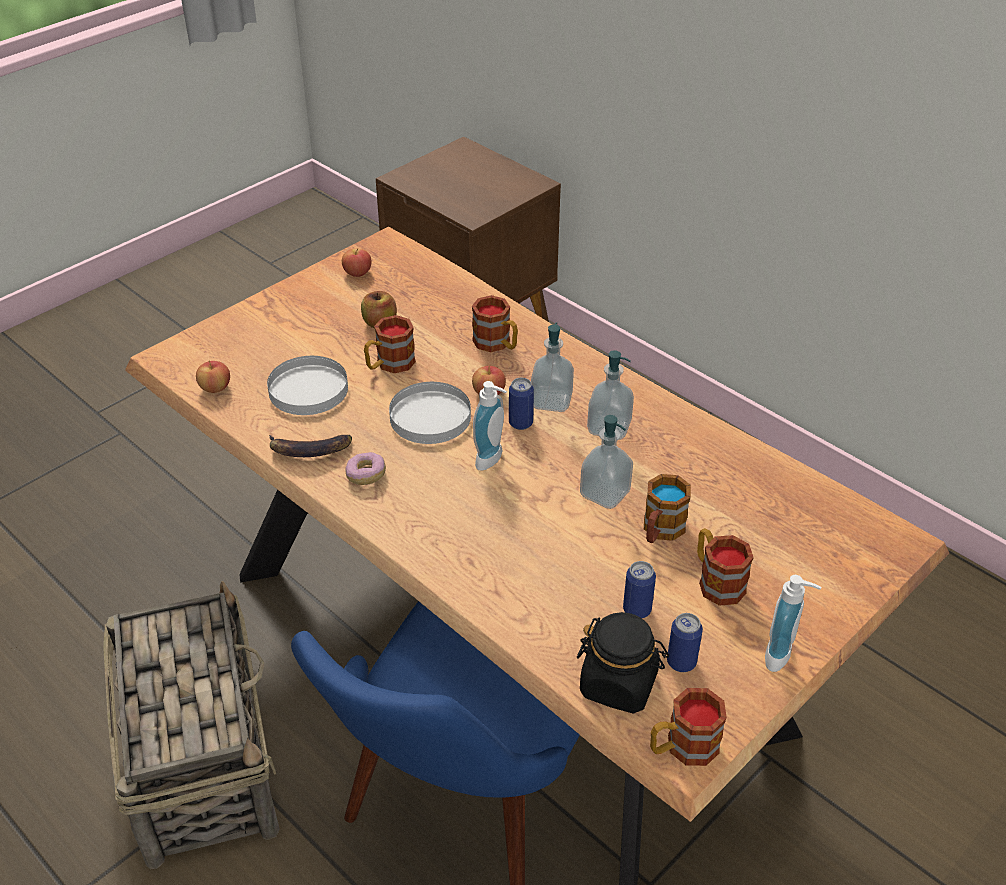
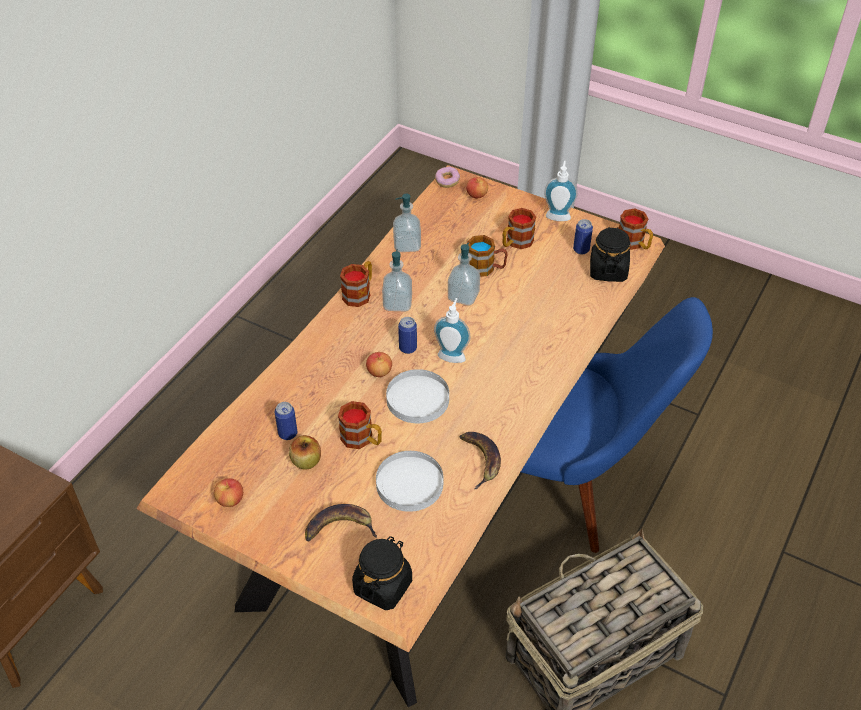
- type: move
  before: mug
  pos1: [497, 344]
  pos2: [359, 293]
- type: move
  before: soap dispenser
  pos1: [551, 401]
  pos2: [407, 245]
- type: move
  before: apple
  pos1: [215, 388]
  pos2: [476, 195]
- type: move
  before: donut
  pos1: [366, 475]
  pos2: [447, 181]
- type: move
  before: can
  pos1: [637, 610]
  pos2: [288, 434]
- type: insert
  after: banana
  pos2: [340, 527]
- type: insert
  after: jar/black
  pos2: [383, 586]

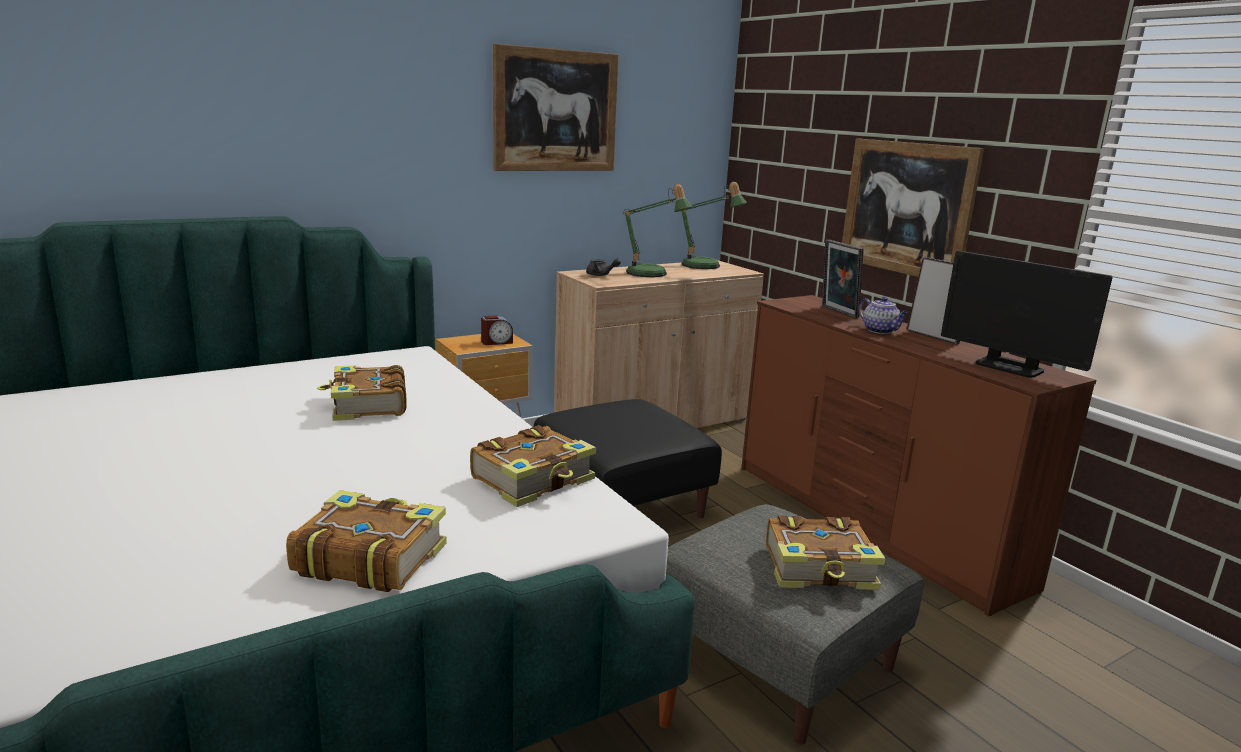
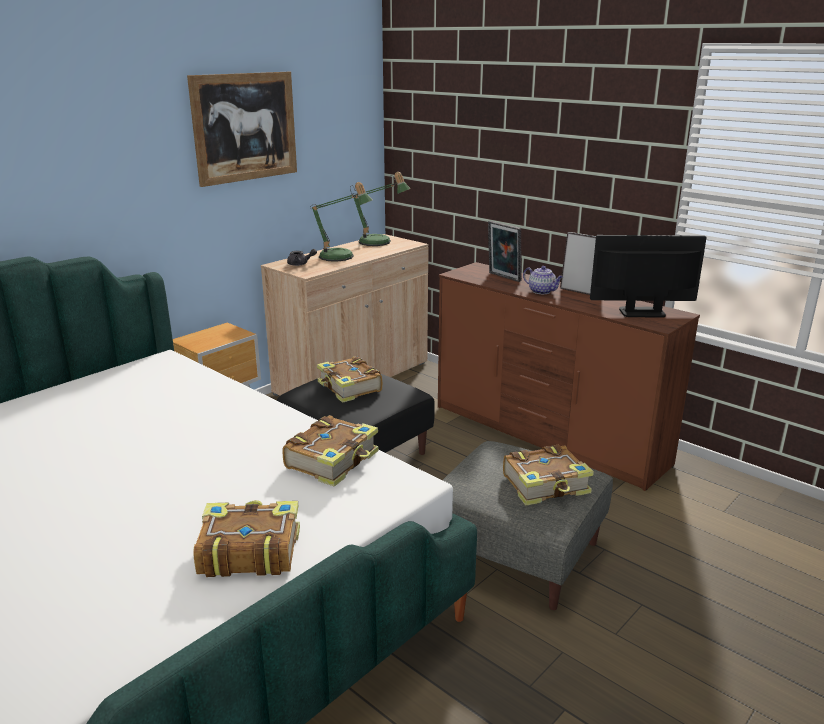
- type: delete
  before: picture
  pos1: [906, 208]
- type: rotate
  before: monitor
  pos1: [1009, 367]
  pos2: [642, 312]
  turn: 150
- type: delete
  before: alarm clock
  pos1: [496, 342]
- type: move
  before: book
  pos1: [367, 406]
  pos2: [349, 388]

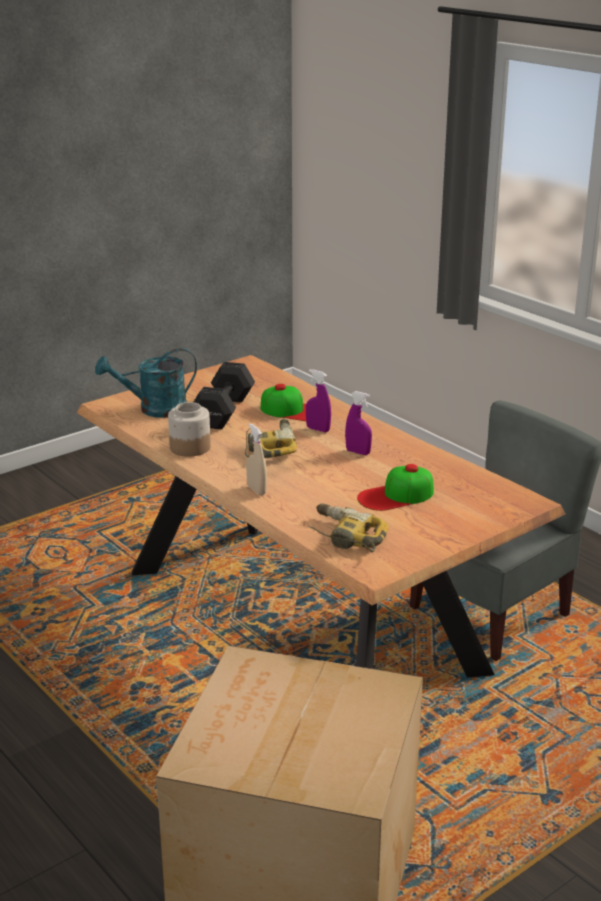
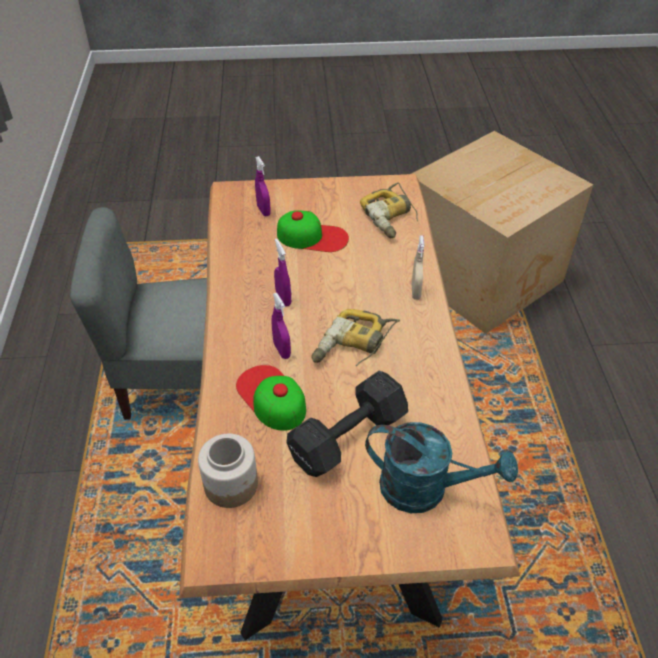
- type: move
  before: jar
  pos1: [189, 448]
  pos2: [232, 484]
- type: insert
  after: spray bottle/purple
  pos2: [263, 211]

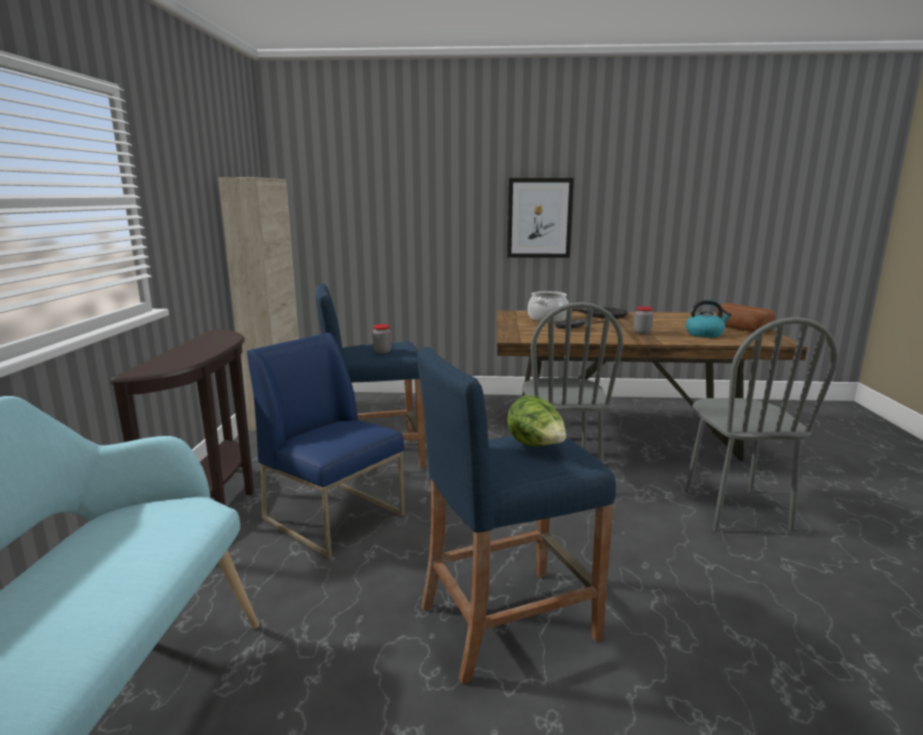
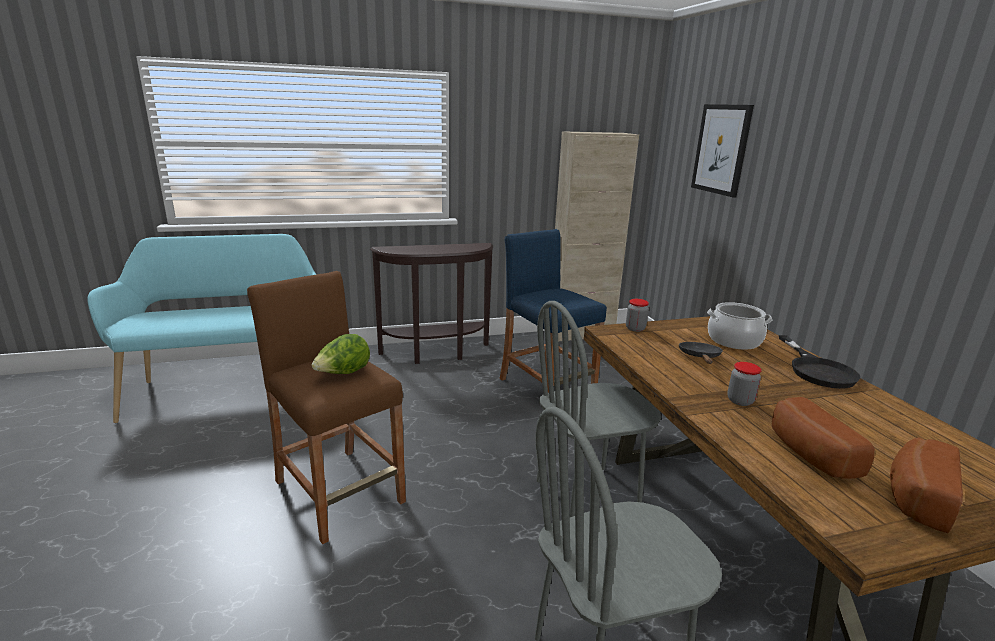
- type: move
  before: picture
  pos1: [539, 218]
  pos2: [721, 149]
- type: replace
  before: kettle
  after: bread
  pos1: [705, 334]
  pos2: [807, 454]
- type: move
  before: jar
  pos1: [382, 351]
  pos2: [635, 328]
- type: delete
  before: chair/blue
  pos1: [335, 517]
- type: recolor
  before: stool/blue
  after: stool/brown
  pos1: [507, 621]
  pos2: [339, 491]

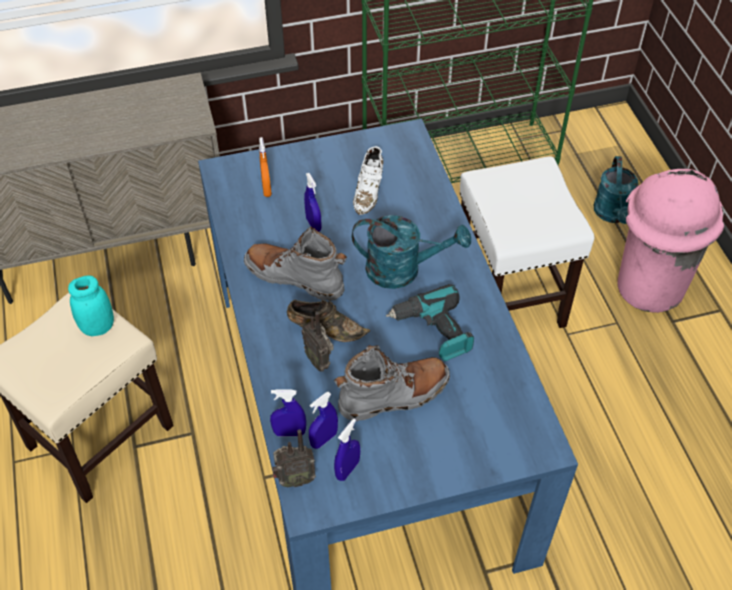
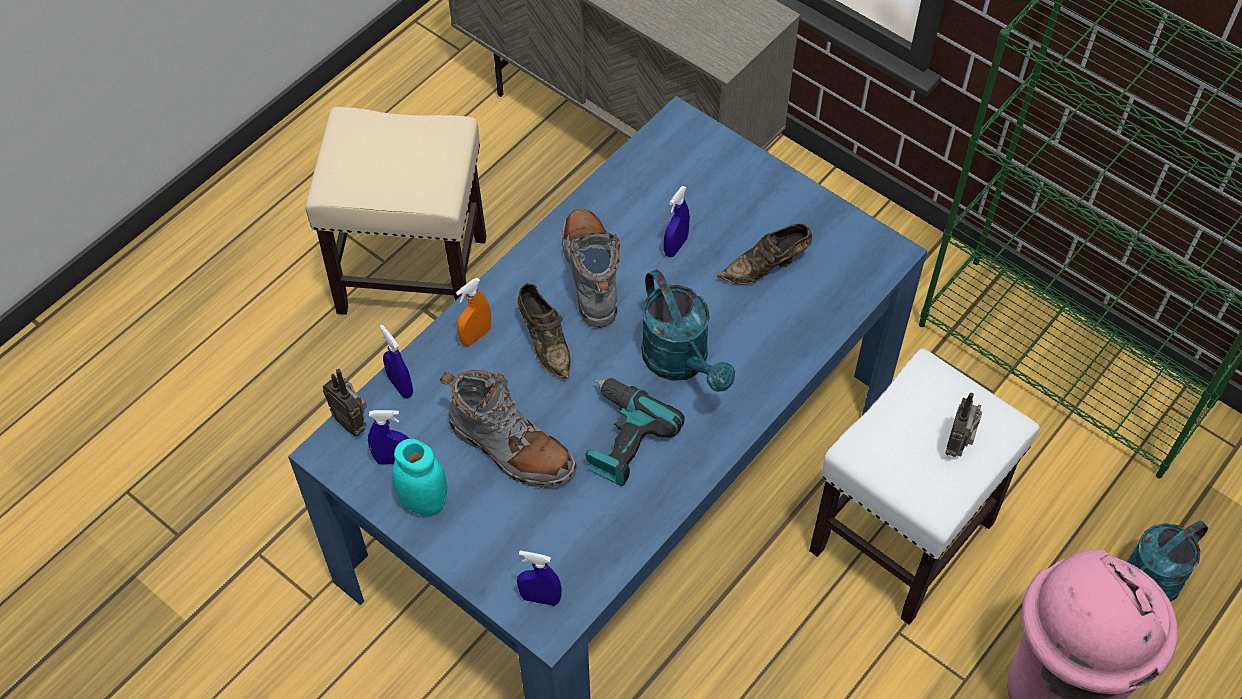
- type: move
  before: spray bottle/orange
  pos1: [266, 189]
  pos2: [475, 336]
- type: recolor
  before: shoe/white
  after: shoe/brown
  pos1: [369, 191]
  pos2: [767, 267]
- type: move
  before: jar/turquoise
  pos1: [98, 327]
  pos2: [424, 501]
- type: move
  before: radio
  pos1: [319, 360]
  pos2: [958, 445]
- type: move
  before: spray bottle/blue
  pos1: [324, 439]
  pos2: [540, 598]

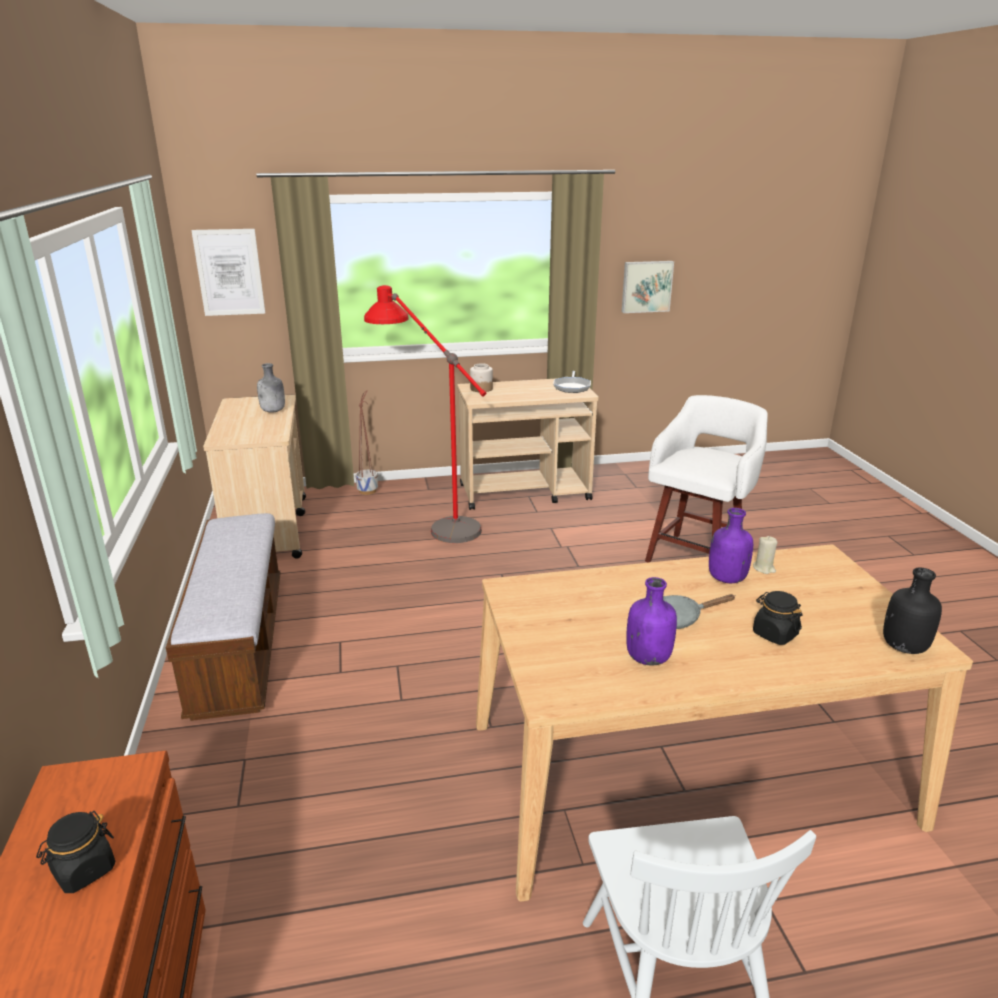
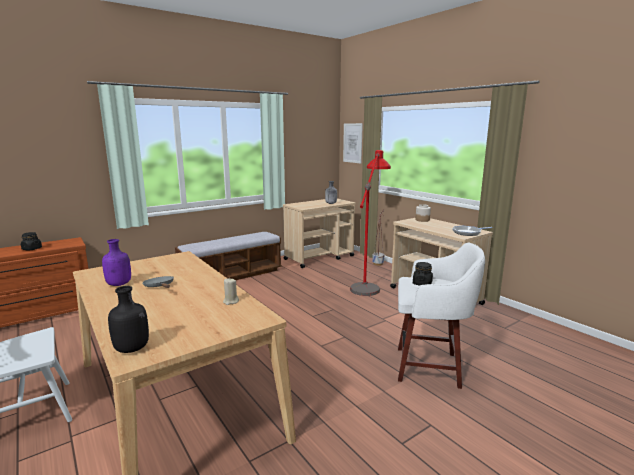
- type: delete
  before: picture
  pos1: [646, 286]
- type: delete
  before: bottle/purple
  pos1: [726, 578]
- type: move
  before: jar/black
  pos1: [774, 634]
  pos2: [422, 283]

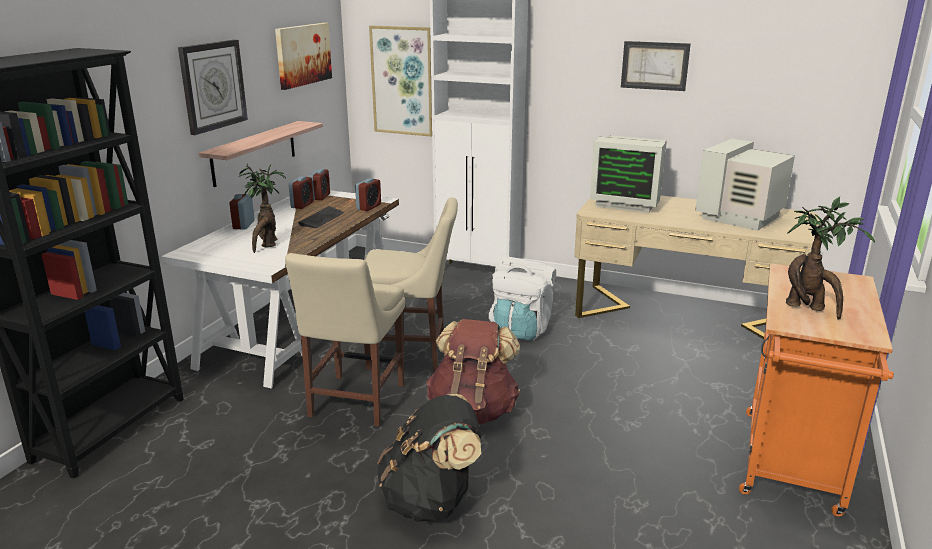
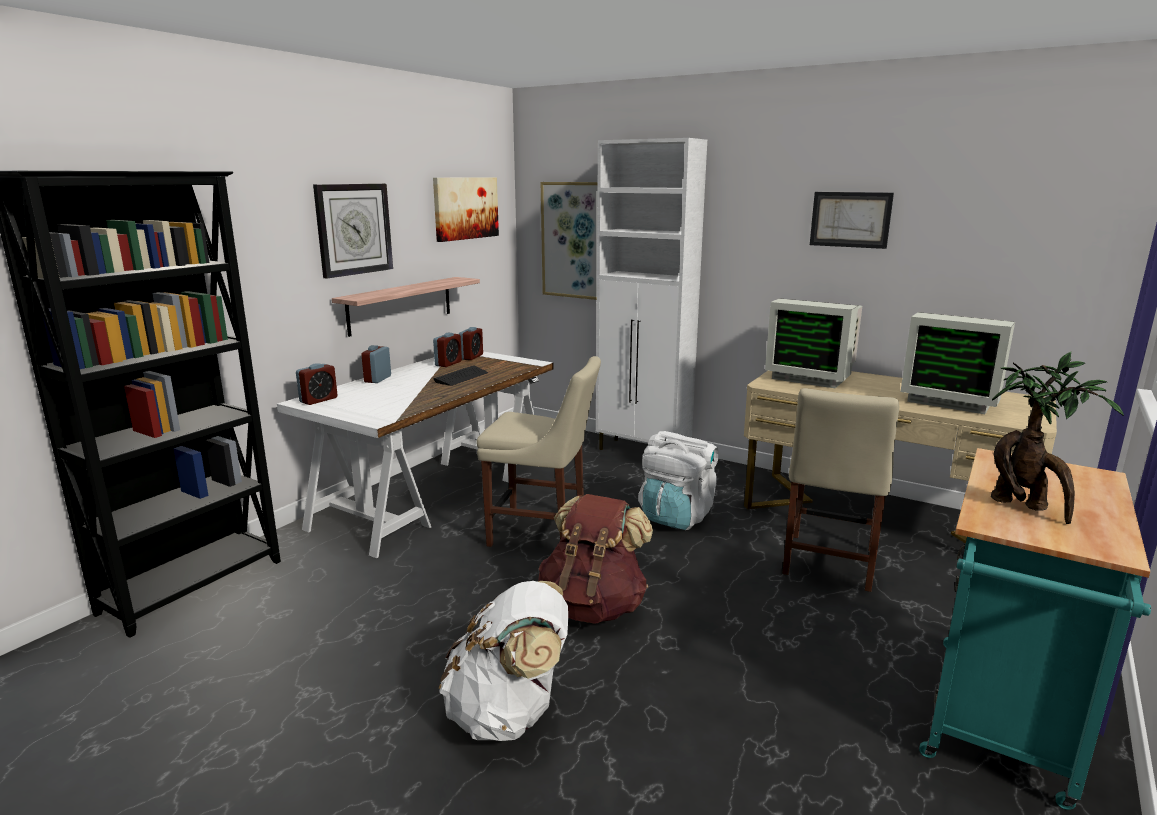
- type: rotate
  before: monitor
  pos1: [741, 217]
  pos2: [951, 399]
  turn: -105
- type: delete
  before: potted plant
  pos1: [267, 245]
- type: move
  before: alarm clock
  pos1: [369, 207]
  pos2: [318, 400]
- type: move
  before: chair/beige
  pos1: [354, 403]
  pos2: [828, 564]
- type: recolor
  before: cart/orange
  after: cart/turquoise
  pos1: [791, 467]
  pos2: [1000, 727]
- type: recolor
  before: backpack/black
  after: backpack/white
  pos1: [431, 500]
  pos2: [509, 713]

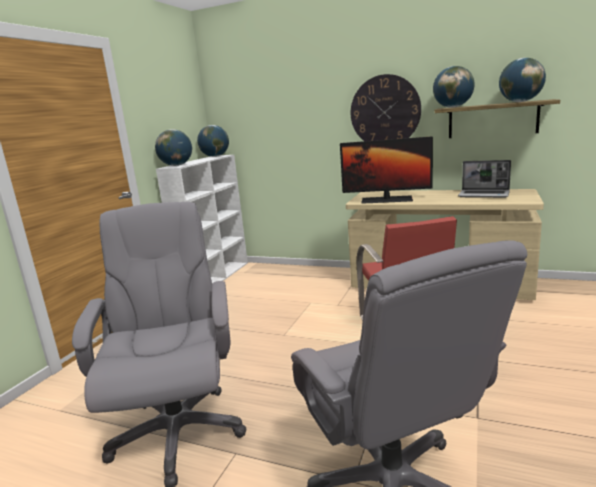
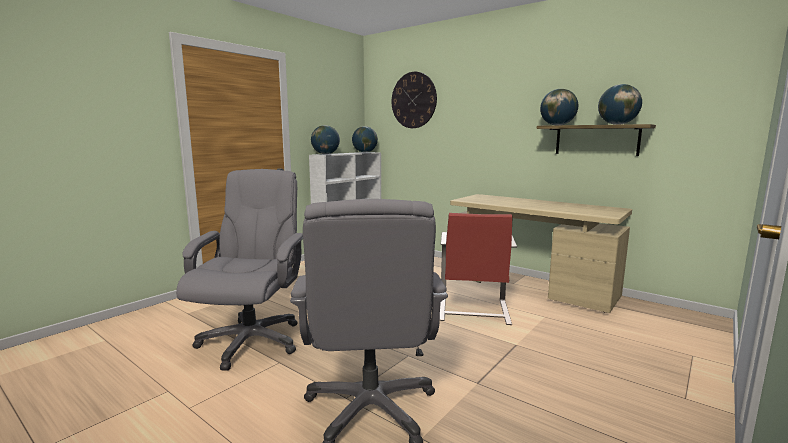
- type: move
  before: wall clock
  pos1: [385, 111]
  pos2: [413, 100]
- type: delete
  before: monitor
  pos1: [386, 200]
- type: delete
  before: laptop
  pos1: [484, 195]

